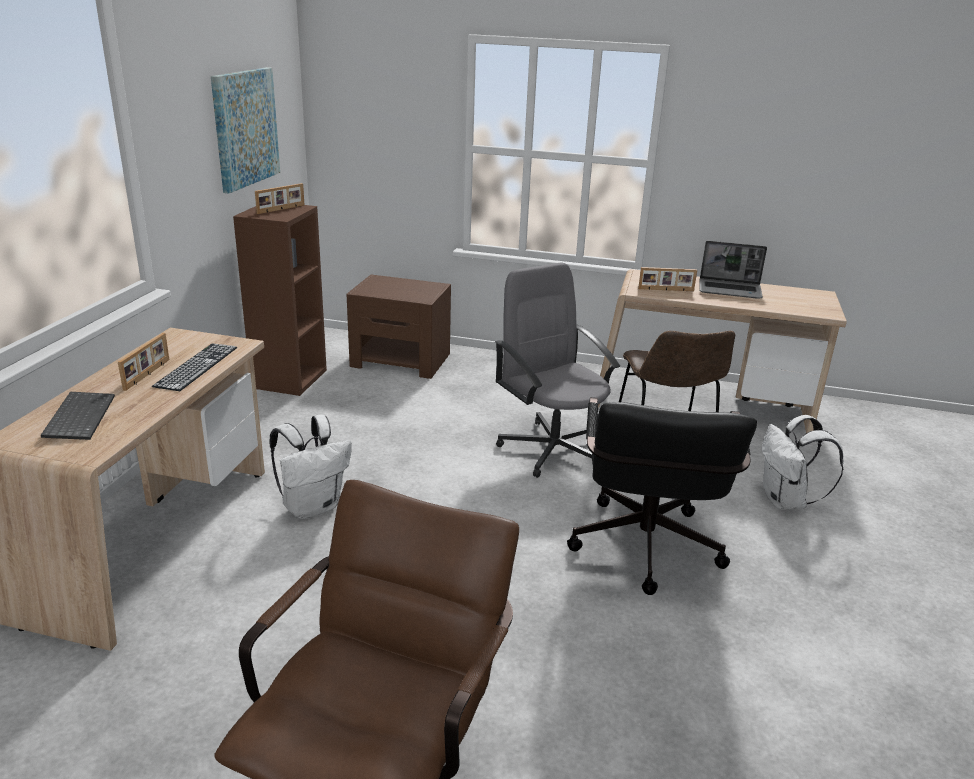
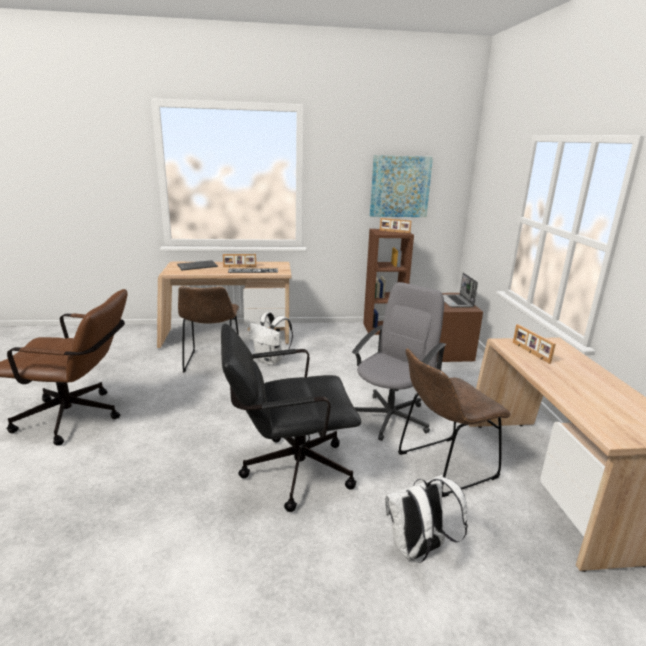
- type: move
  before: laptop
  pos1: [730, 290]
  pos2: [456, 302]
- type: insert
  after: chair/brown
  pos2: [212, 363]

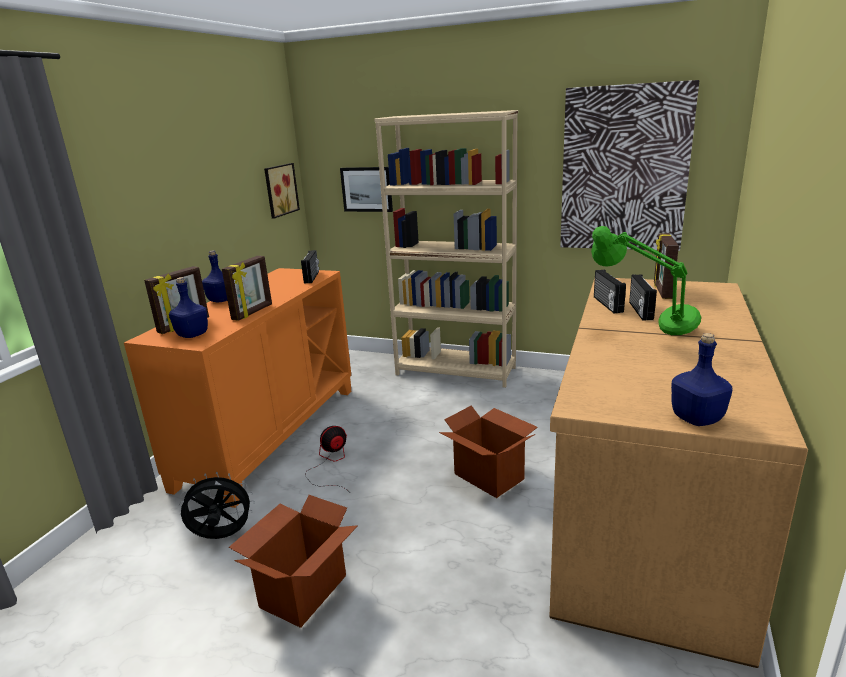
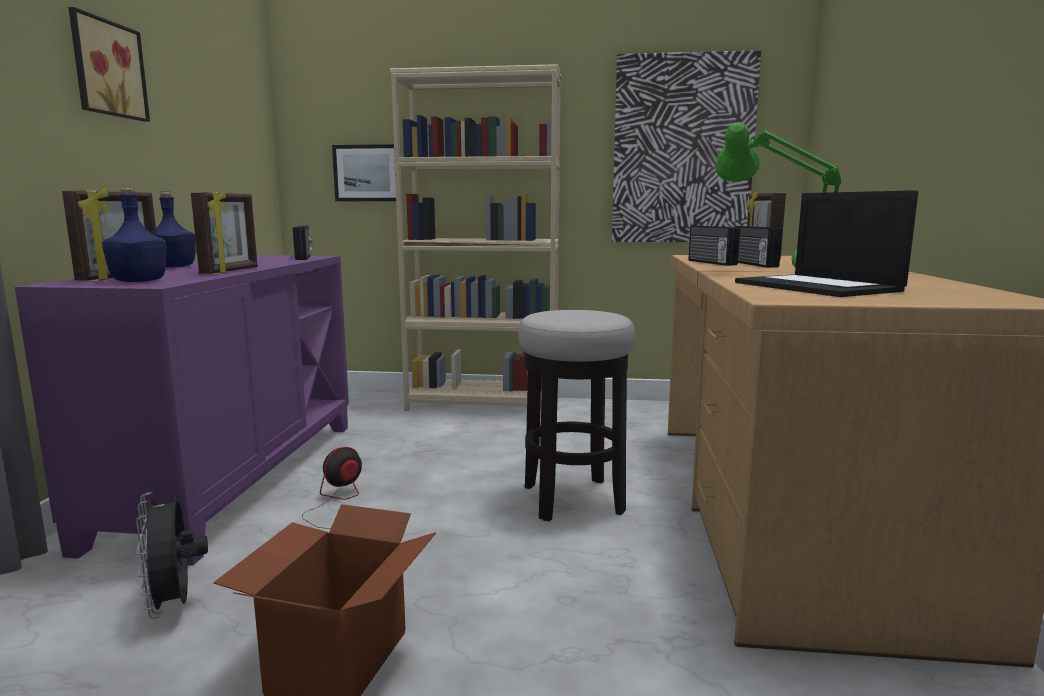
- type: move
  before: picture
  pos1: [279, 190]
  pos2: [106, 69]
- type: recolor
  before: cabinet/orange
  after: cabinet/purple
  pos1: [270, 435]
  pos2: [236, 478]
- type: delete
  before: bottle/blue
  pos1: [695, 418]
- type: replace
  before: cardboard box
  after: stool
  pos1: [489, 476]
  pos2: [573, 499]
- type: rotate
  before: fan/black
  pos1: [222, 537]
  pos2: [175, 605]
  turn: -90
- type: insert
  after: laptop
  pos2: [819, 287]

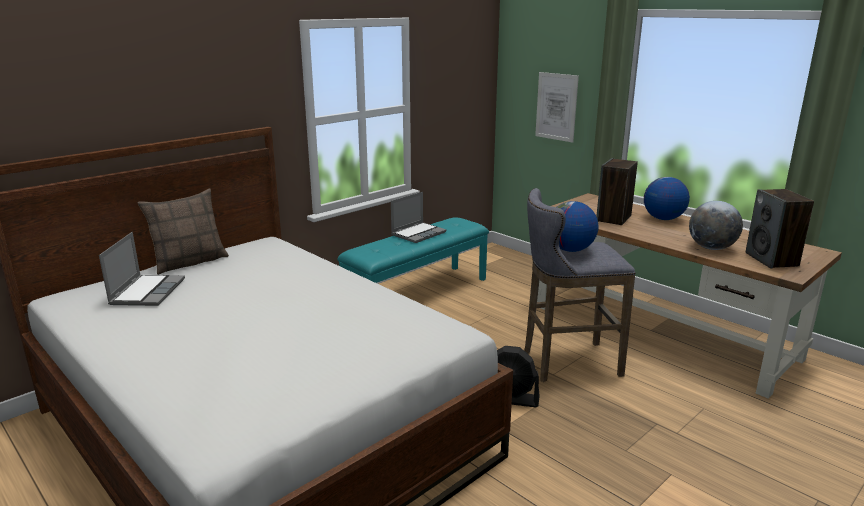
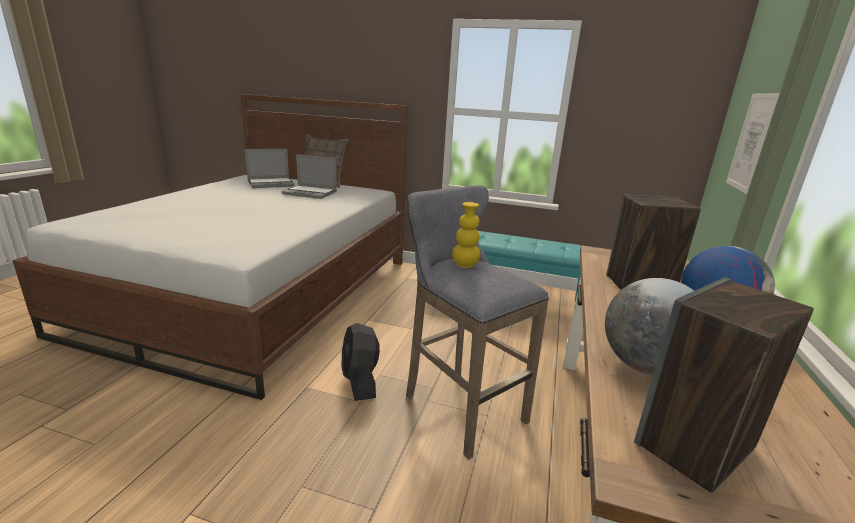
- type: move
  before: laptop
  pos1: [418, 233]
  pos2: [310, 193]
- type: replace
  before: globe
  after: vase/yellow
  pos1: [570, 250]
  pos2: [465, 265]

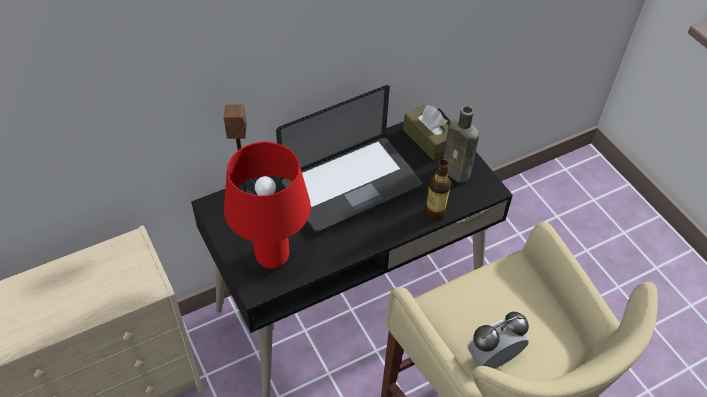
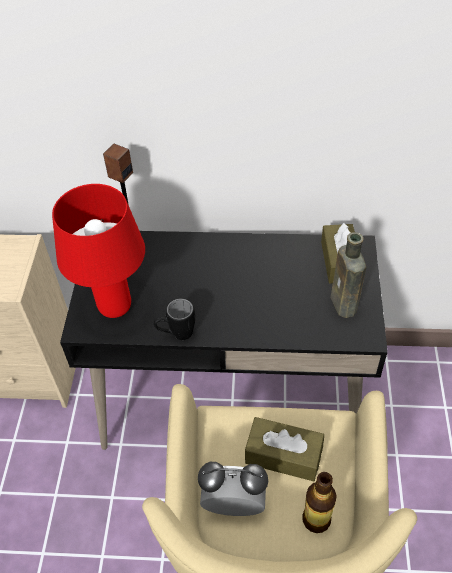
- type: delete
  before: laptop
  pos1: [351, 185]
- type: move
  before: bottle
  pos1: [435, 212]
  pos2: [316, 520]
- type: insert
  after: mug/black
  pos2: [176, 334]
- type: insert
  after: tissue box/brown
  pos2: [283, 455]

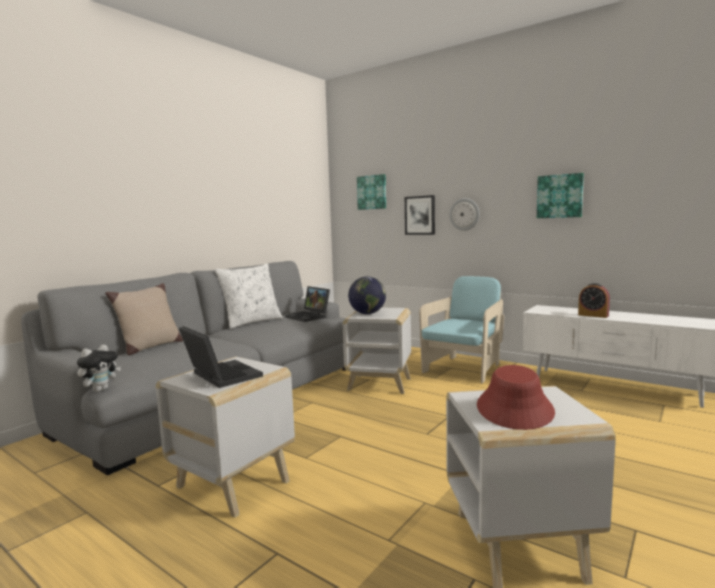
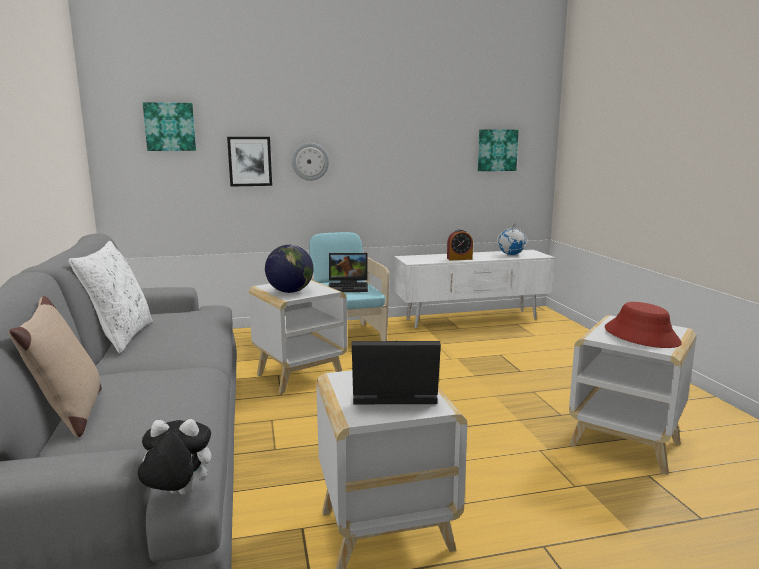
- type: move
  before: picture
  pos1: [560, 196]
  pos2: [497, 150]
- type: move
  before: laptop
  pos1: [309, 317]
  pos2: [349, 287]
- type: rotate
  before: plush toy
  pos1: [100, 390]
  pos2: [177, 495]
  turn: -75
- type: insert
  after: globe
  pos2: [510, 255]

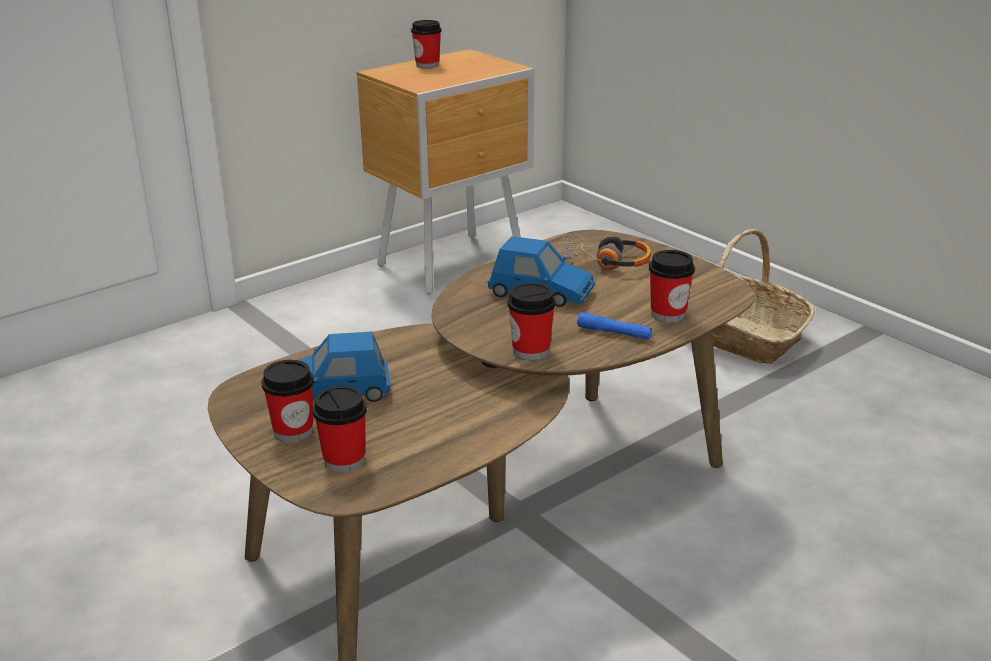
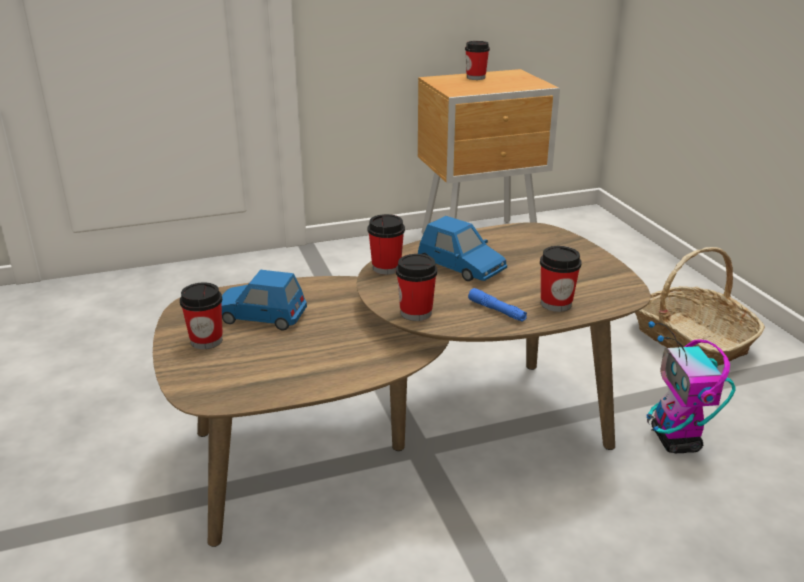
- type: delete
  before: headphones
  pos1: [602, 262]
- type: move
  before: cup
  pos1: [344, 460]
  pos2: [386, 268]
- type: insert
  after: toy robot
  pos2: [676, 441]

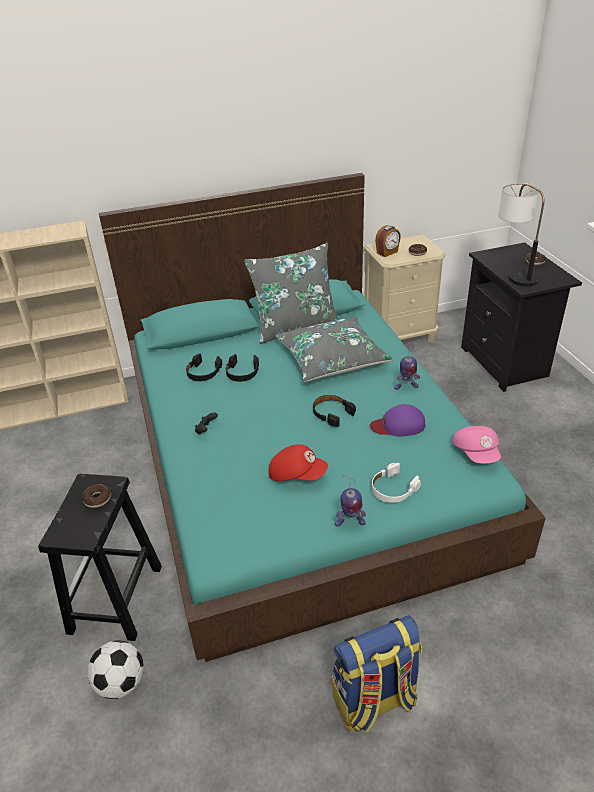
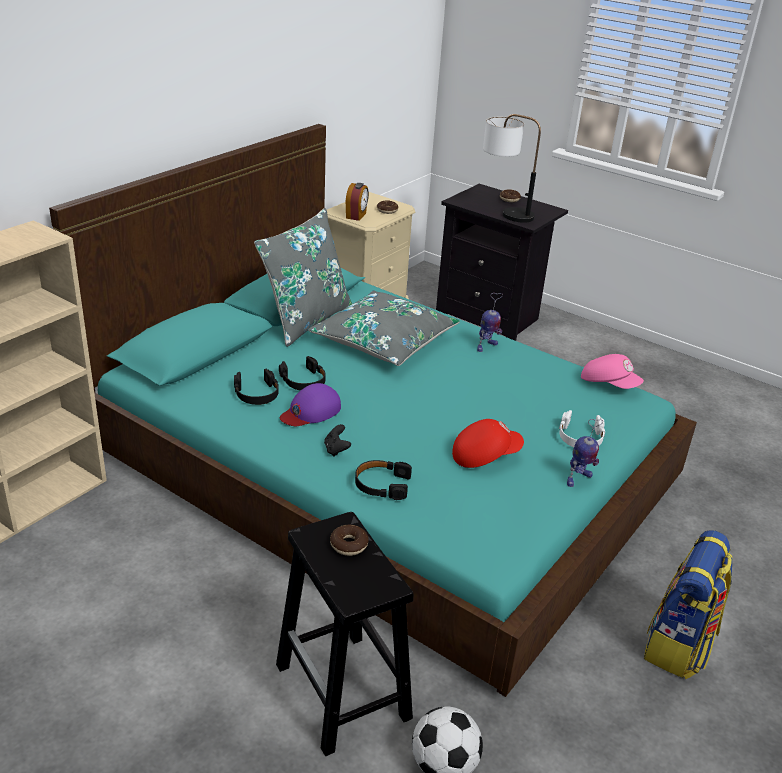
- type: move
  before: headphones/black
  pos1: [332, 413]
  pos2: [382, 485]
- type: move
  before: cap/purple
  pos1: [398, 425]
  pos2: [311, 411]

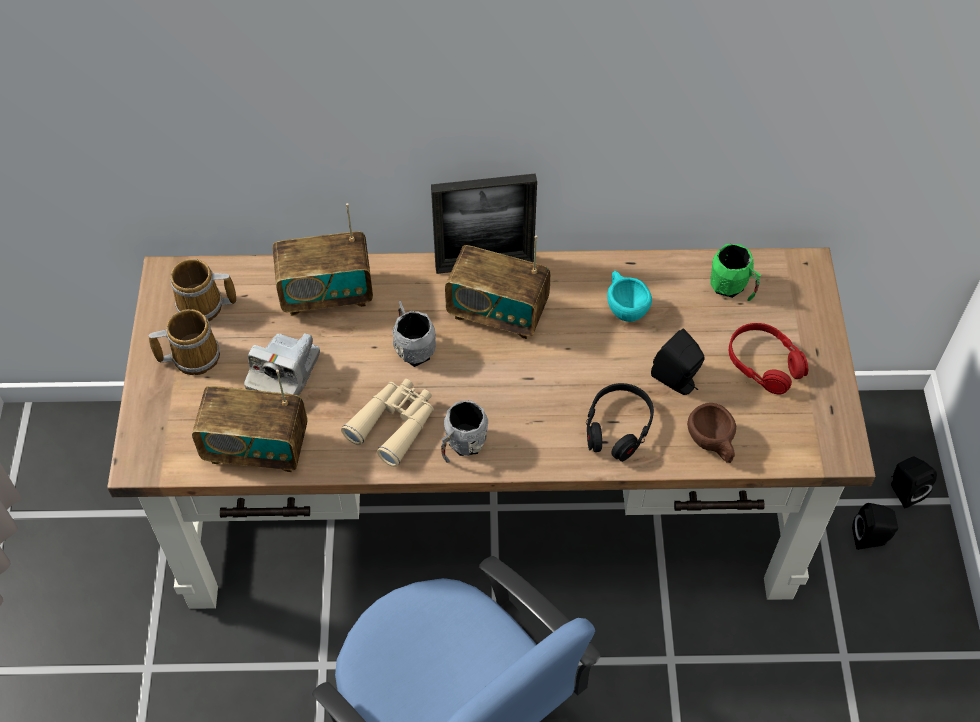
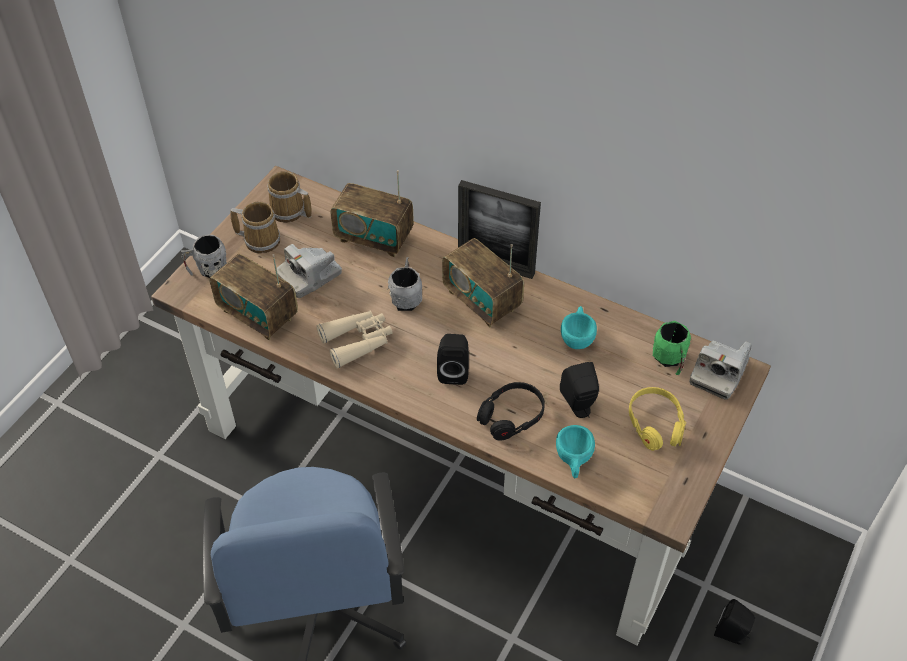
- type: recolor
  before: headphones/red
  after: headphones/yellow
  pos1: [764, 364]
  pos2: [656, 424]
- type: move
  before: mug/grey
  pos1: [461, 446]
  pos2: [208, 270]
- type: recolor
  before: cup/brown
  after: cup/turquoise
  pos1: [712, 443]
  pos2: [573, 460]
- type: move
  before: speaker/black
  pos1: [903, 491]
  pos2: [453, 371]
- type: insert
  after: photo camera
  pos2: [718, 373]

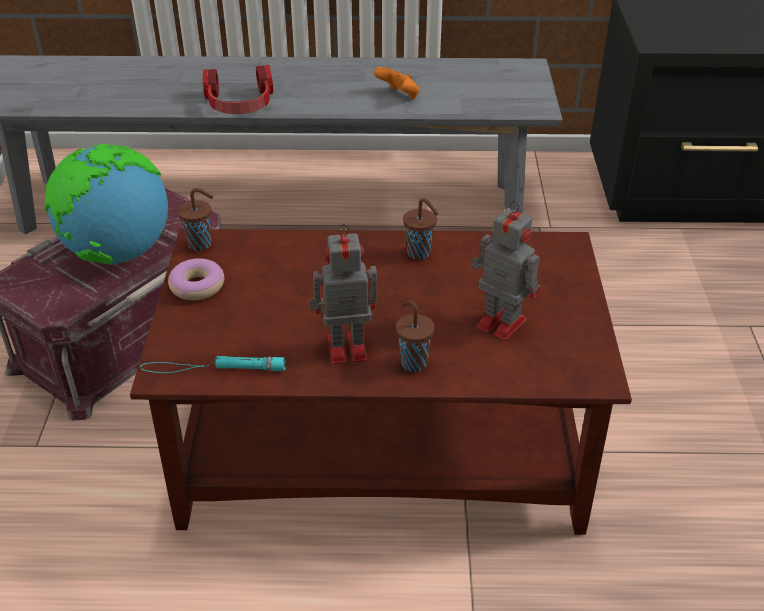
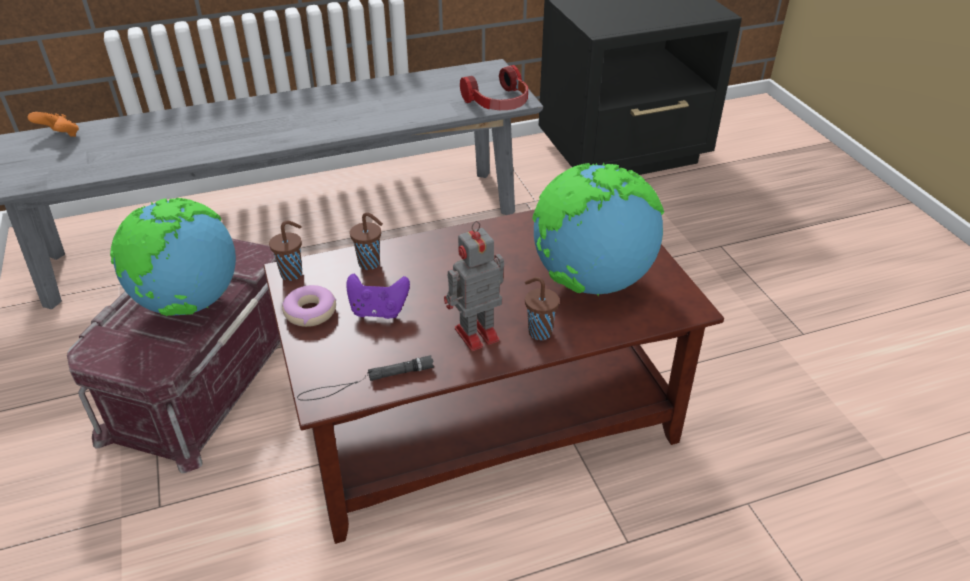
- type: move
  before: headphones
  pos1: [240, 105]
  pos2: [498, 103]
- type: move
  before: game controller/orange
  pos1: [399, 96]
  pos2: [60, 136]
- type: move
  before: cup/brown
  pos1: [420, 254]
  pos2: [370, 264]
- type: replace
  before: toy robot
  after: globe
  pos1: [499, 322]
  pos2: [590, 281]
- type: recolor
  before: flashlight/turquoise
  after: flashlight/black
  pos1: [212, 368]
  pos2: [366, 382]
- type: insert
  after: game controller/purple
  pos2: [378, 311]

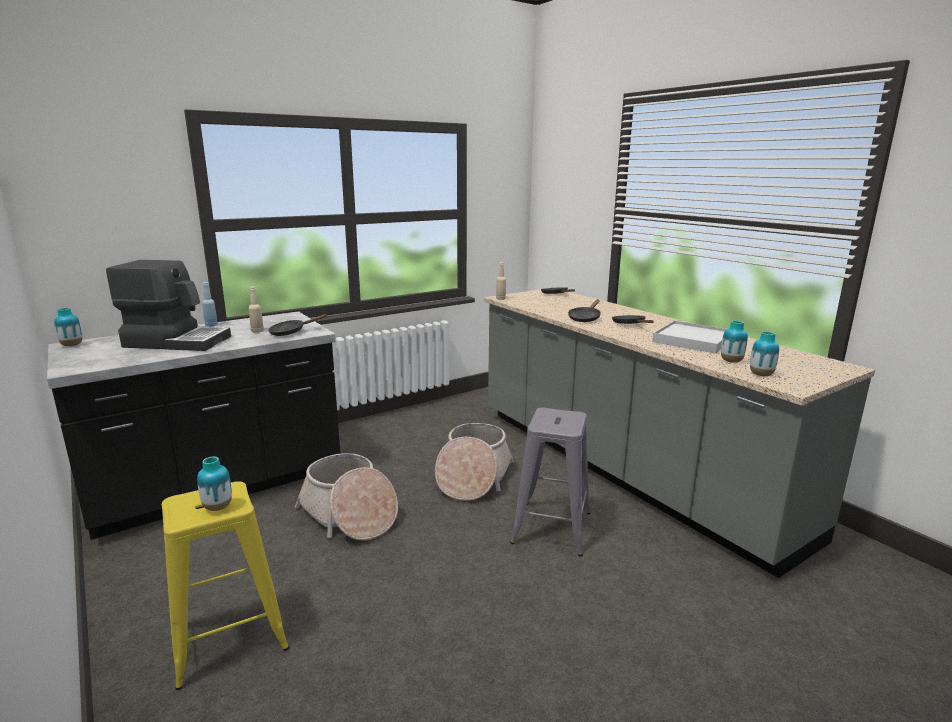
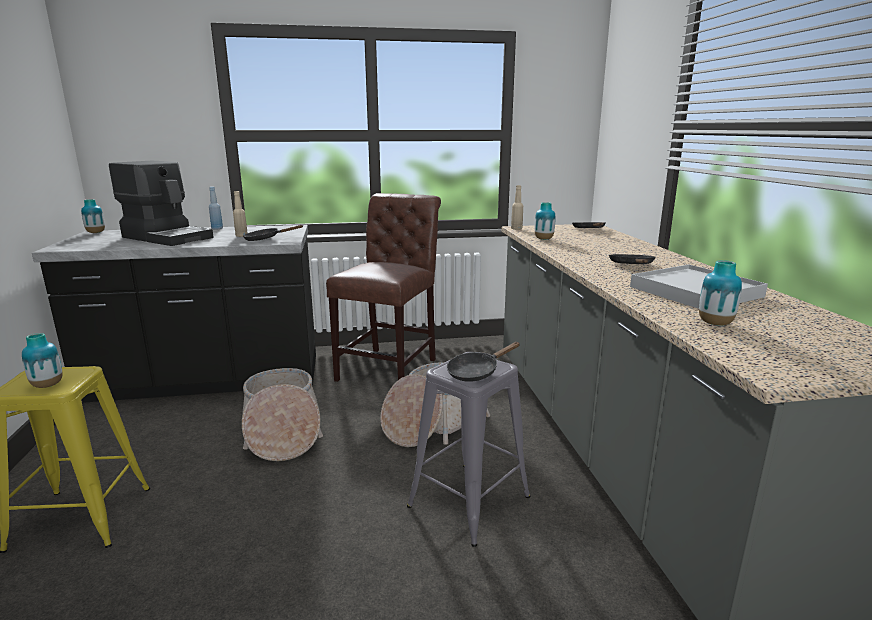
- type: move
  before: frying pan/black
  pos1: [585, 318]
  pos2: [476, 372]
- type: move
  before: vase
  pos1: [761, 375]
  pos2: [543, 239]
- type: insert
  after: chair/brown
  pos2: [391, 367]

